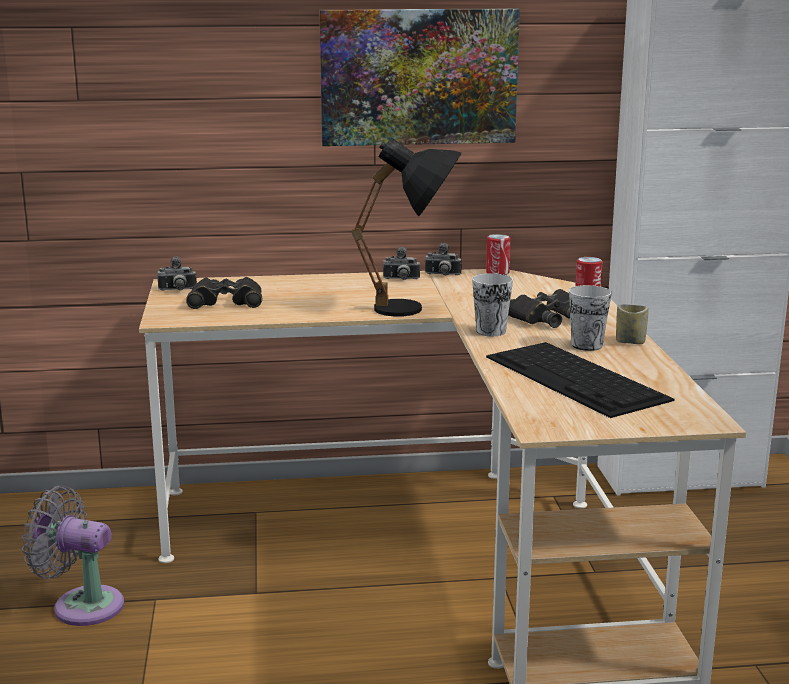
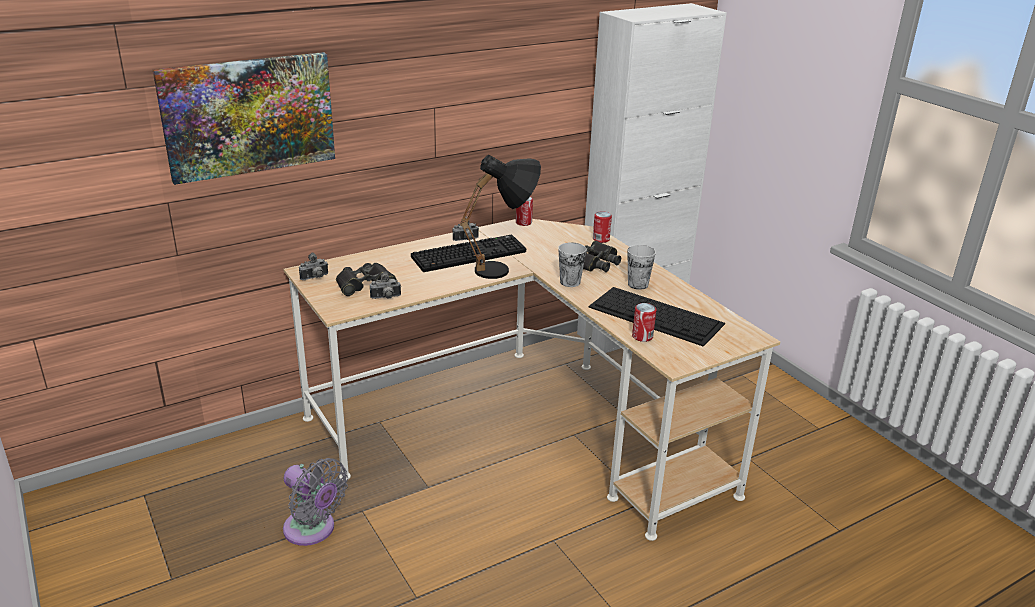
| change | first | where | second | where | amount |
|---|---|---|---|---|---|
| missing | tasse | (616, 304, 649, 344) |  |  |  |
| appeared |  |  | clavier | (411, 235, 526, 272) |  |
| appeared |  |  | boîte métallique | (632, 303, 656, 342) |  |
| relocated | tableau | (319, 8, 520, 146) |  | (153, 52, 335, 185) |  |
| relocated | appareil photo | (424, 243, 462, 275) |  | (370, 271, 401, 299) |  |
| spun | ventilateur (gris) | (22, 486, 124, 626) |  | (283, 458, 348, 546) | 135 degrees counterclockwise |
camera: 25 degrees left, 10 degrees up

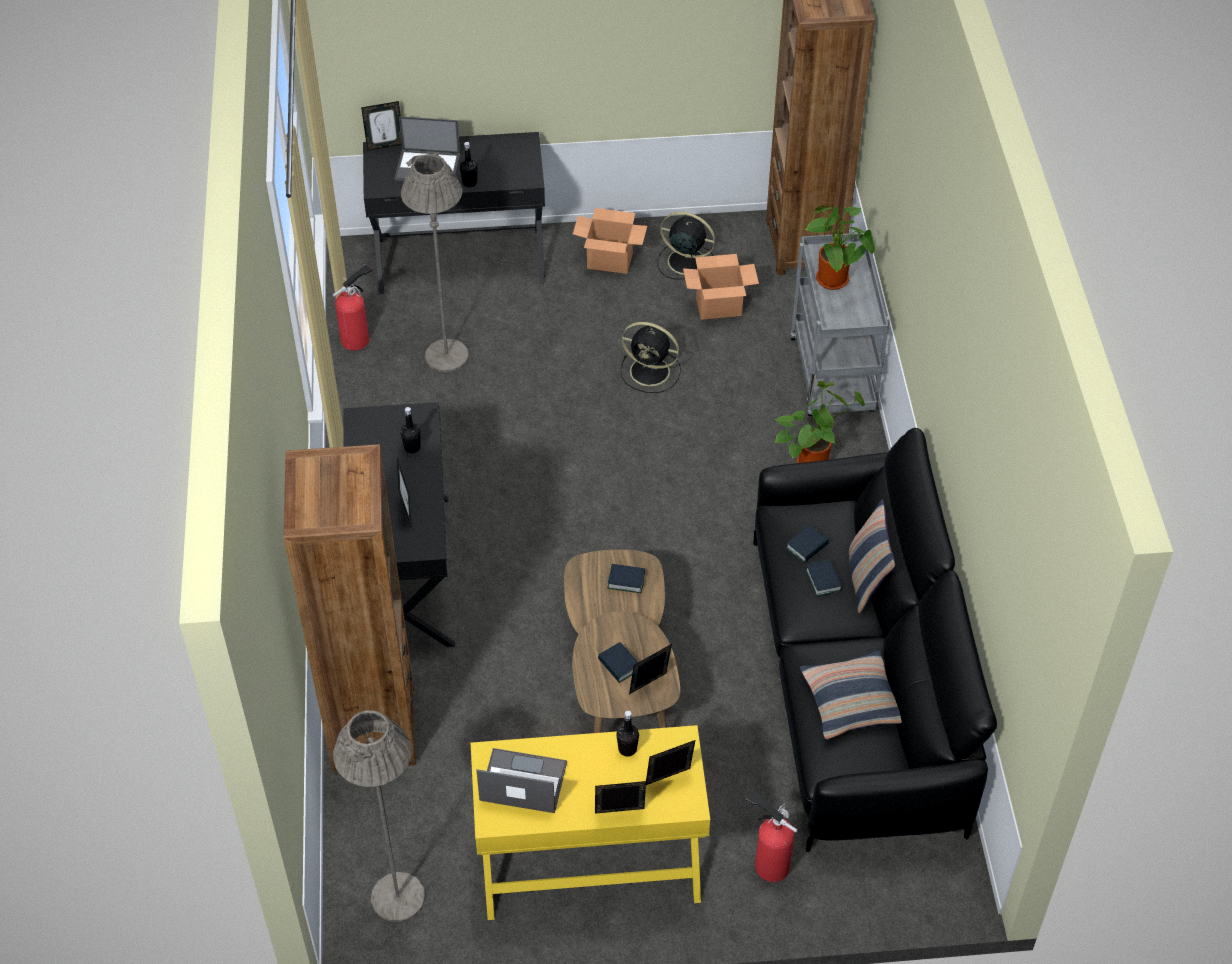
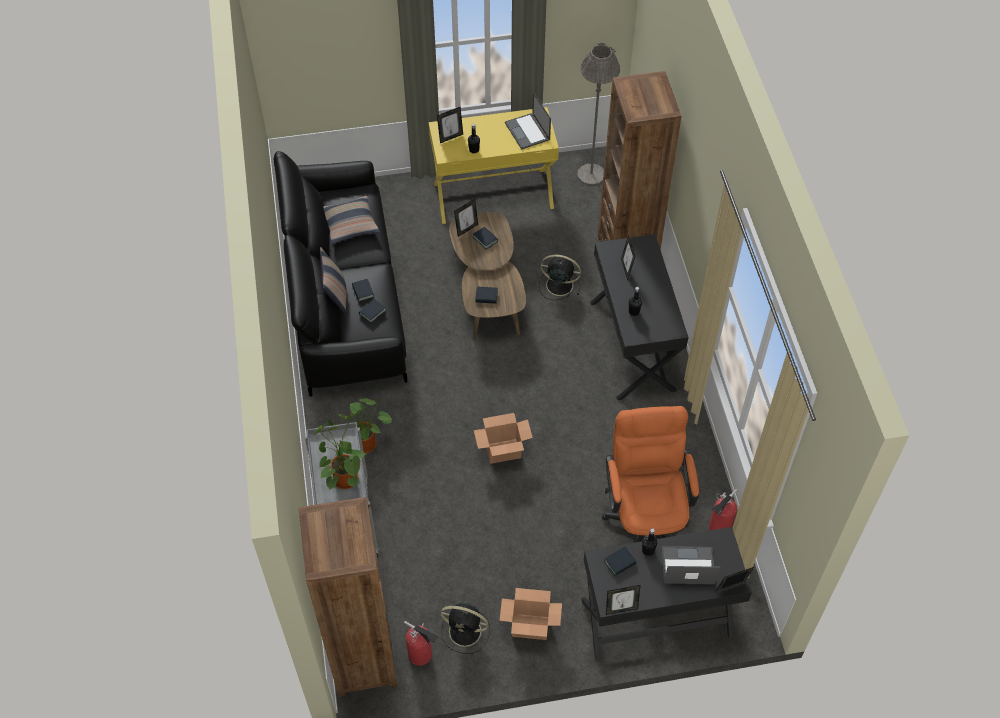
| change | first | where | second | where | amount |
|---|---|---|---|---|---|
| appeared |  |  | livre | (604, 546, 637, 576) |  |
| relocated | cadre photo | (595, 781, 646, 814) |  | (606, 585, 640, 615) |  |
| relocated | ventilateur (noir) | (621, 322, 681, 393) |  | (539, 255, 581, 300) |  |
| relocated | carton | (683, 254, 759, 320) |  | (474, 413, 533, 464) |  |
| relocated | extincteur | (745, 790, 798, 882) |  | (404, 621, 439, 666) |  |
| exchanged | lampadaire (gris) | (401, 152, 468, 372) | chaise de bureau (orange) | (602, 406, 699, 543) |  |
| spun | ordinateur portable | (476, 748, 567, 813) |  | (505, 92, 551, 150) | 60 degrees clockwise |
camera: 175 degrees right, 5 degrees up

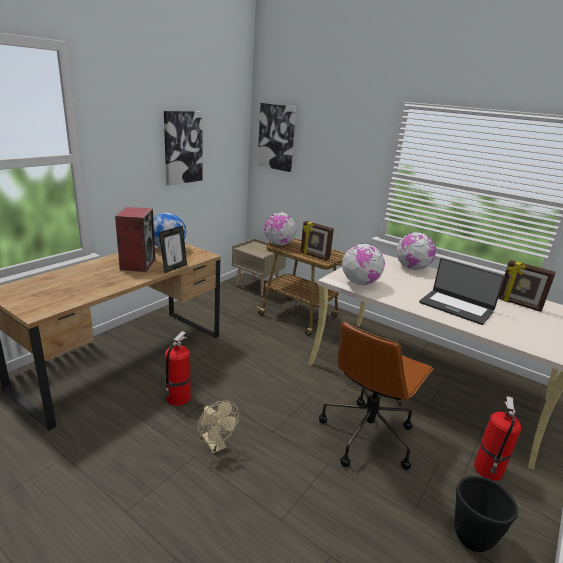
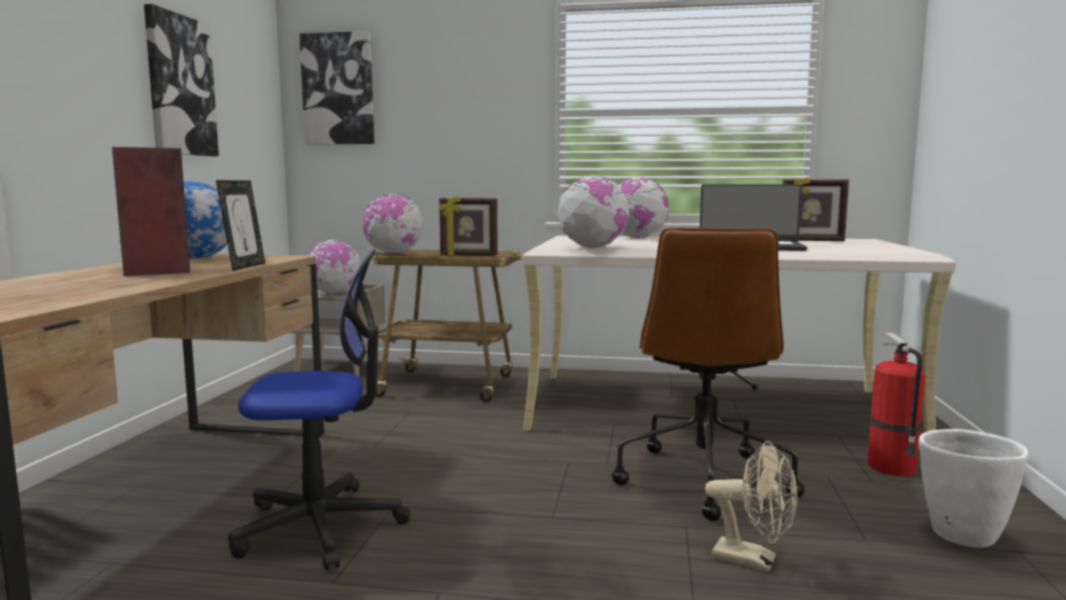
| change | first | where | second | where | amount |
|---|---|---|---|---|---|
| appeared |  |  | globe | (308, 240, 361, 294) |  |
| relocated | ventilateur (beige) | (197, 401, 239, 453) |  | (705, 441, 798, 572) |  |
| exchanged | extincteur | (165, 331, 191, 406) | chaise de bureau | (228, 249, 410, 570) |  |
| colour | cache-pot (noir) | (455, 476, 518, 552) | cache-pot (blanc) | (919, 429, 1028, 548) |  |
camera: 25 degrees left, 15 degrees down

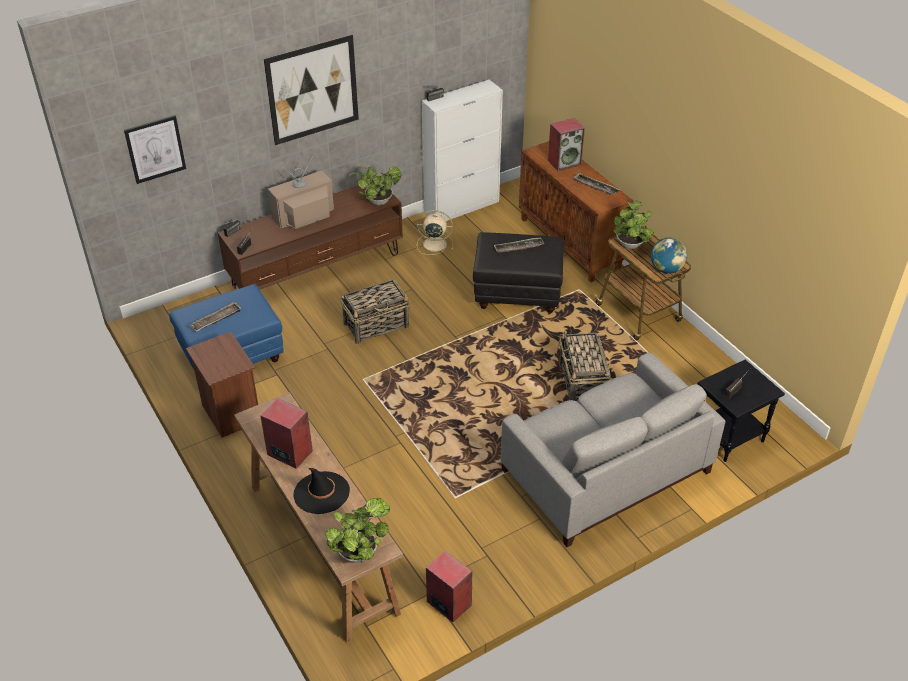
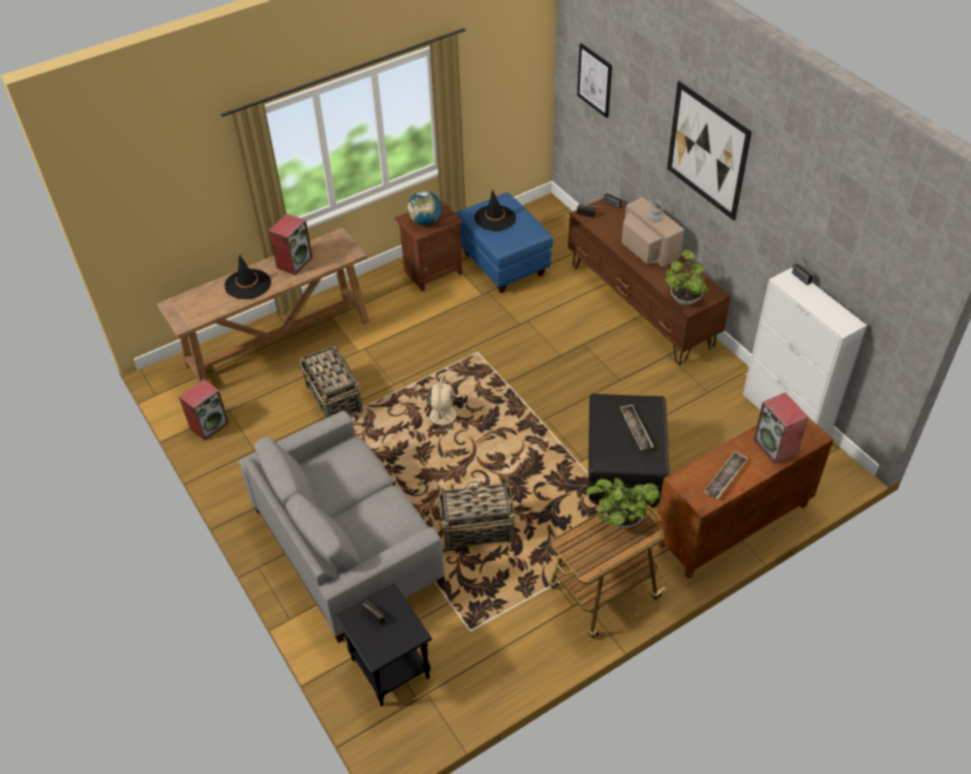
| change | first | where | second | where | amount |
|---|---|---|---|---|---|
| missing | plante en pot | (325, 498, 390, 562) |  |  |  |
| relocated | panier | (340, 279, 410, 344) |  | (299, 346, 363, 418) |  |
| relocated | ventilateur (beige) | (417, 210, 453, 255) |  | (423, 376, 460, 432) |  |
| relocated | globe | (651, 238, 687, 274) |  | (407, 191, 442, 225) |  |
| exchanged | plateau | (190, 302, 241, 332) | chapeau (noir) | (474, 190, 516, 231) |  |
camera: 90 degrees right, 5 degrees up

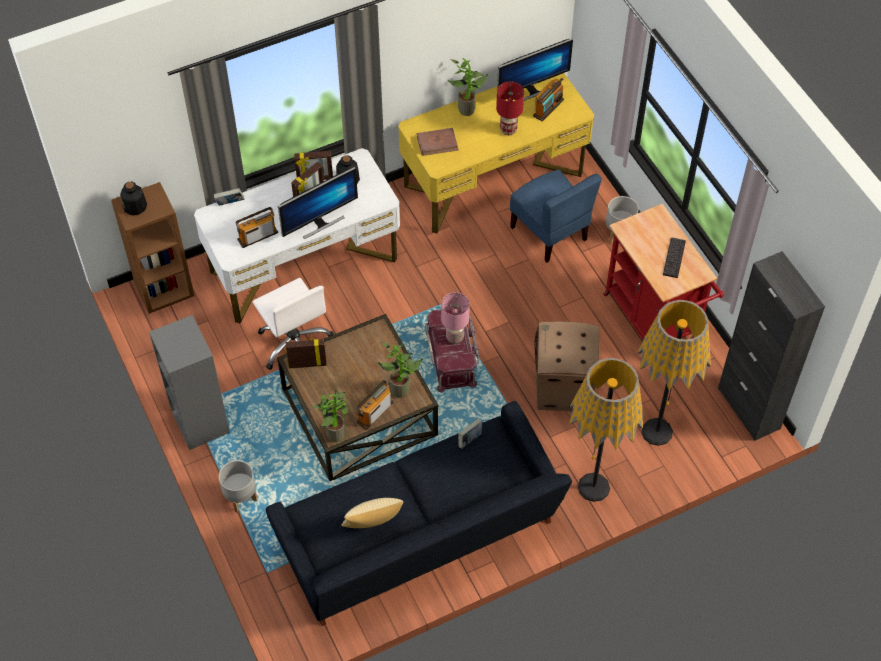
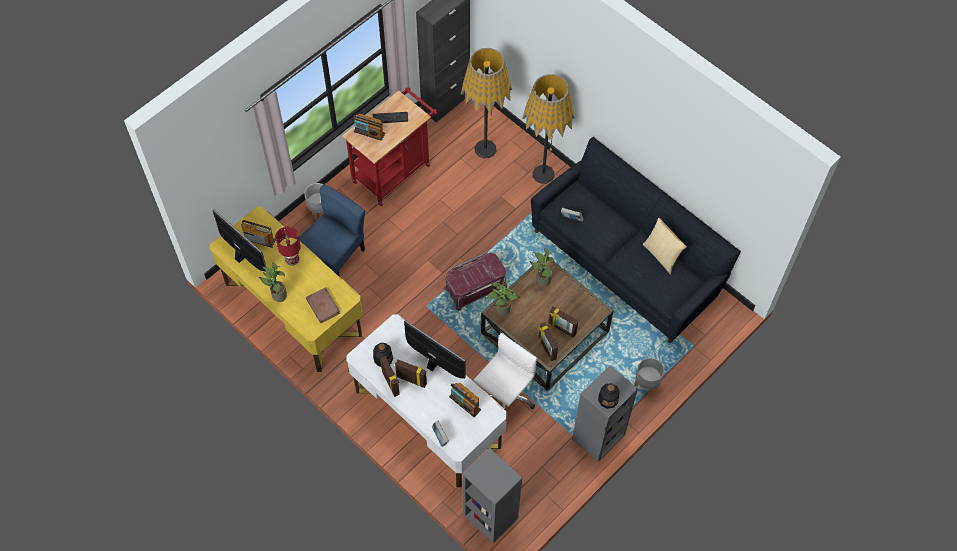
| change | first | where | second | where | amount |
|---|---|---|---|---|---|
| missing | lampe de table (rose) | (441, 292, 470, 344) |  |  |  |
| missing | carton | (534, 322, 599, 411) |  |  |  |
| appeared |  |  | cadre photo | (549, 306, 578, 338) |  |
| relocated | bouteille | (120, 182, 147, 215) |  | (598, 383, 620, 409) |  |
| relocated | plante en pot | (312, 389, 349, 442) |  | (486, 281, 520, 316) |  |
| relocated | radio | (357, 380, 393, 430) |  | (353, 114, 385, 141) |  |
| colour | bibliothèque (marron) | (111, 182, 194, 314) | bibliothèque (gris) | (462, 448, 522, 543) |  |
camera: 110 degrees left, 5 degrees up

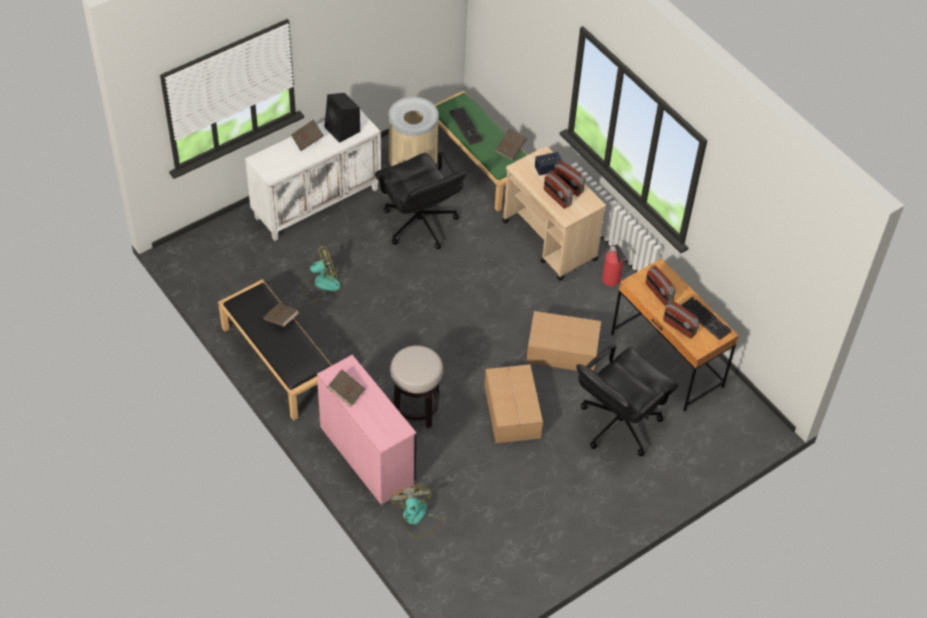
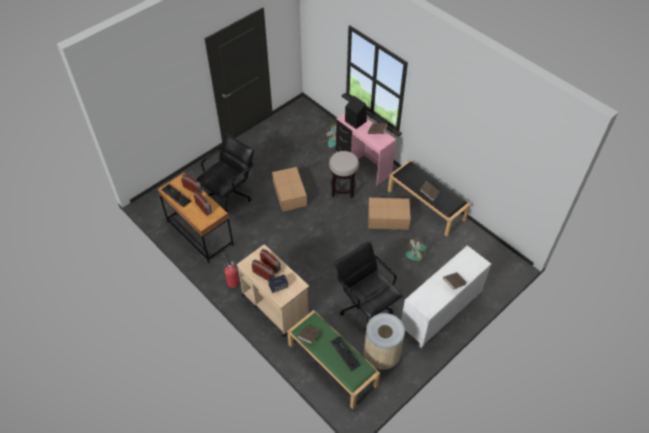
| change | first | where | second | where | amount |
|---|---|---|---|---|---|
| relocated | enceinte (noir) | (325, 93, 360, 143) |  | (345, 96, 367, 129) |  |
| relocated | carton | (526, 311, 601, 371) |  | (368, 198, 411, 230) |  |
camera: 175 degrees right, 0 degrees up

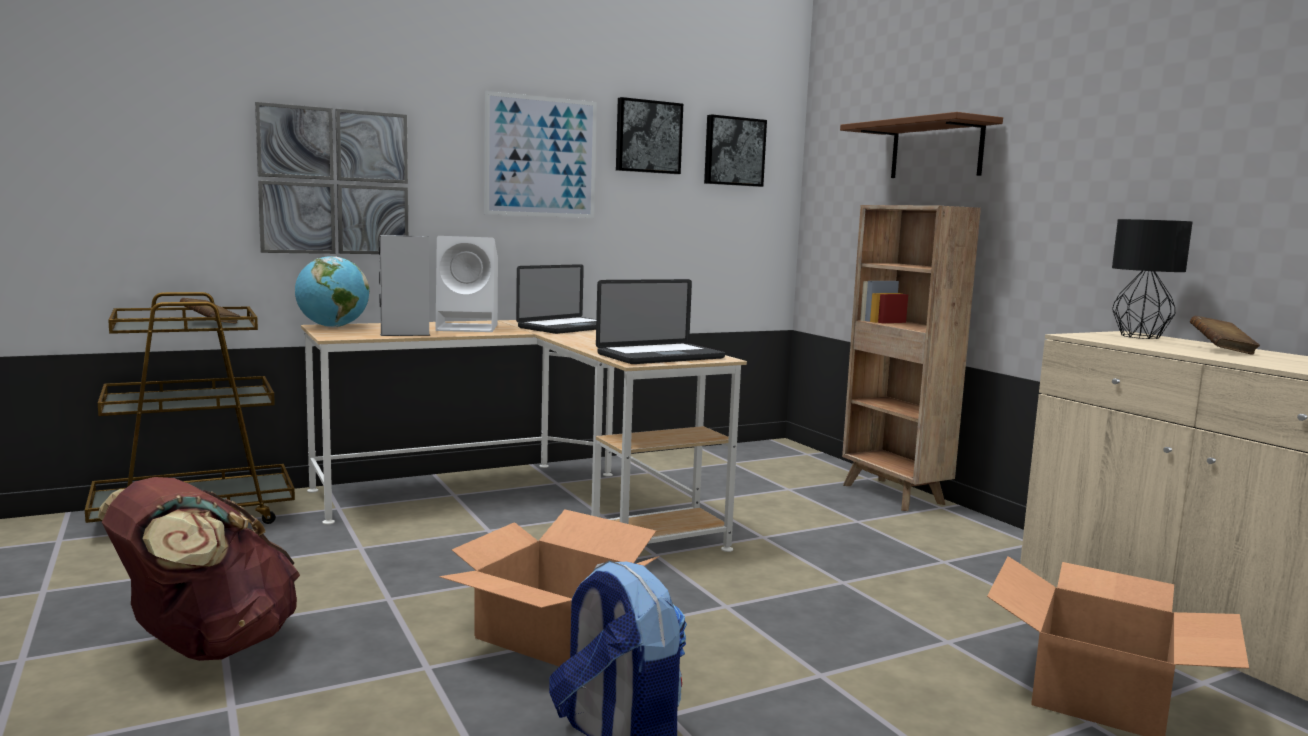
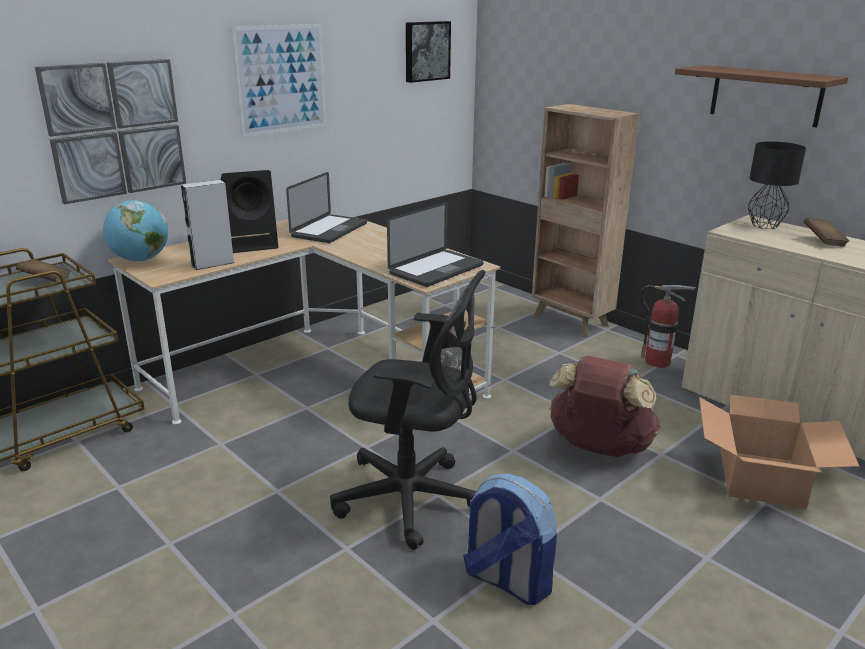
| change | first | where | second | where | amount |
|---|---|---|---|---|---|
| missing | tableau | (616, 97, 683, 174) |  |  |  |
| appeared |  |  | extincteur | (641, 285, 696, 368) |  |
| relocated | sac à dos (marron) | (98, 477, 300, 661) |  | (549, 356, 660, 457) |  |
| relocated | étagère (marron) | (840, 112, 1003, 178) |  | (675, 65, 848, 128) |  |
| exchanged | carton | (439, 509, 659, 667) | chaise de bureau (noir) | (330, 270, 486, 550) |  |
| colour | enceinte (blanc) | (436, 236, 498, 332) | enceinte (noir) | (221, 170, 278, 253) |  |
camera: 15 degrees left, 15 degrees up

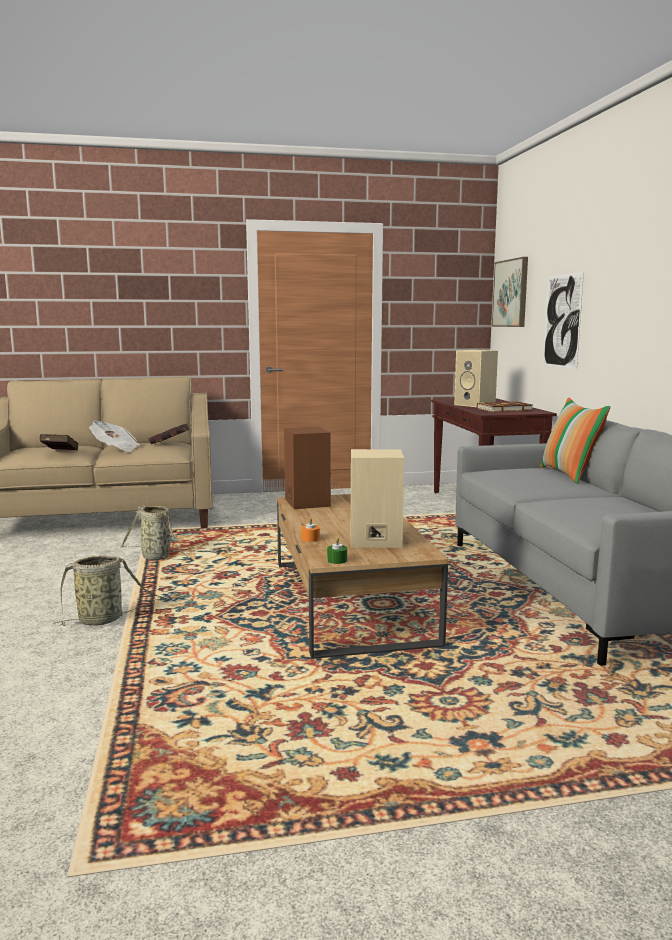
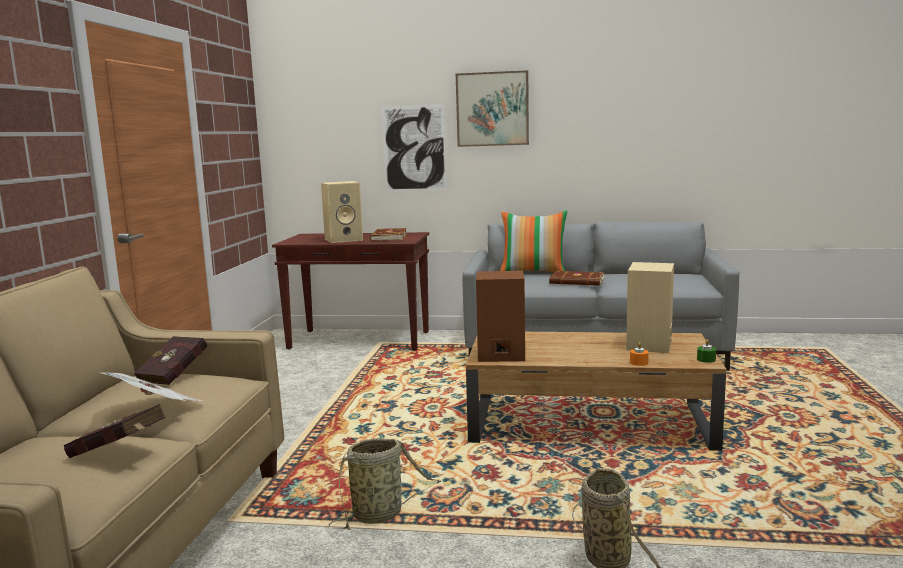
| change | first | where | second | where | amount |
|---|---|---|---|---|---|
| appeared |  |  | livre (marron) | (549, 271, 604, 286) |  |
| relocated | tableau | (492, 257, 528, 327) |  | (456, 70, 529, 147) |  |
camera: 70 degrees left, 0 degrees up

